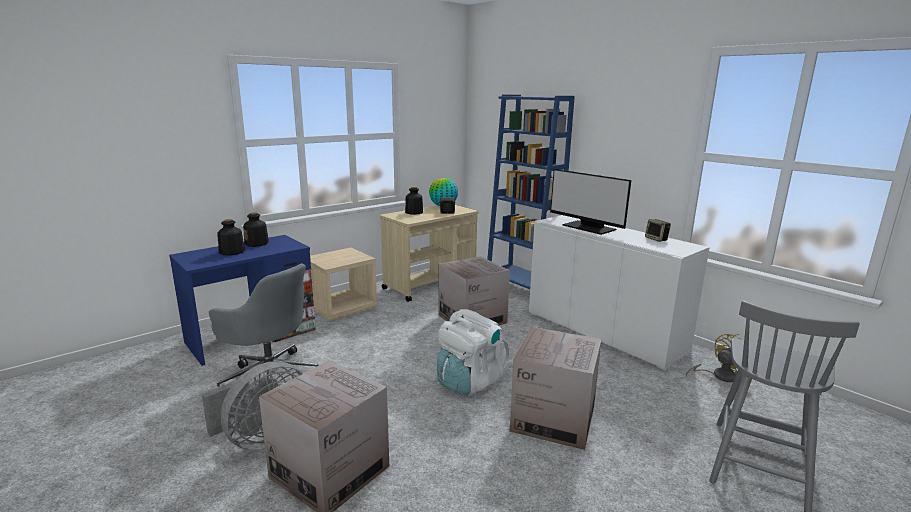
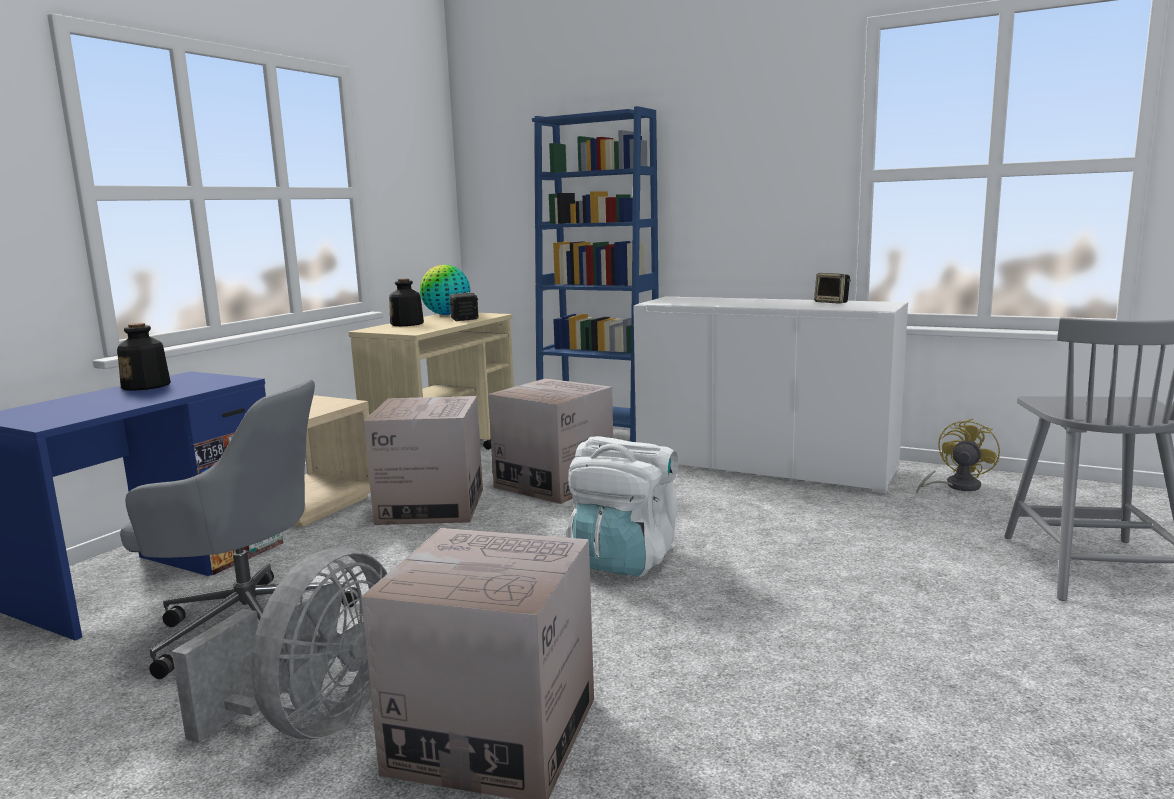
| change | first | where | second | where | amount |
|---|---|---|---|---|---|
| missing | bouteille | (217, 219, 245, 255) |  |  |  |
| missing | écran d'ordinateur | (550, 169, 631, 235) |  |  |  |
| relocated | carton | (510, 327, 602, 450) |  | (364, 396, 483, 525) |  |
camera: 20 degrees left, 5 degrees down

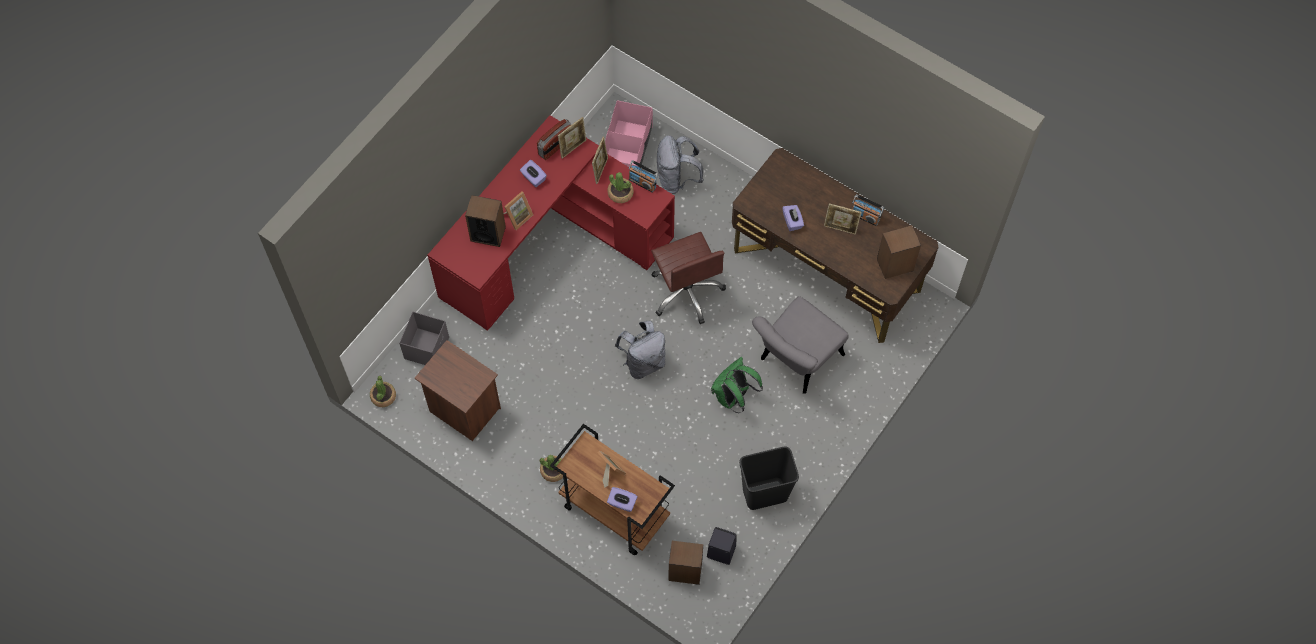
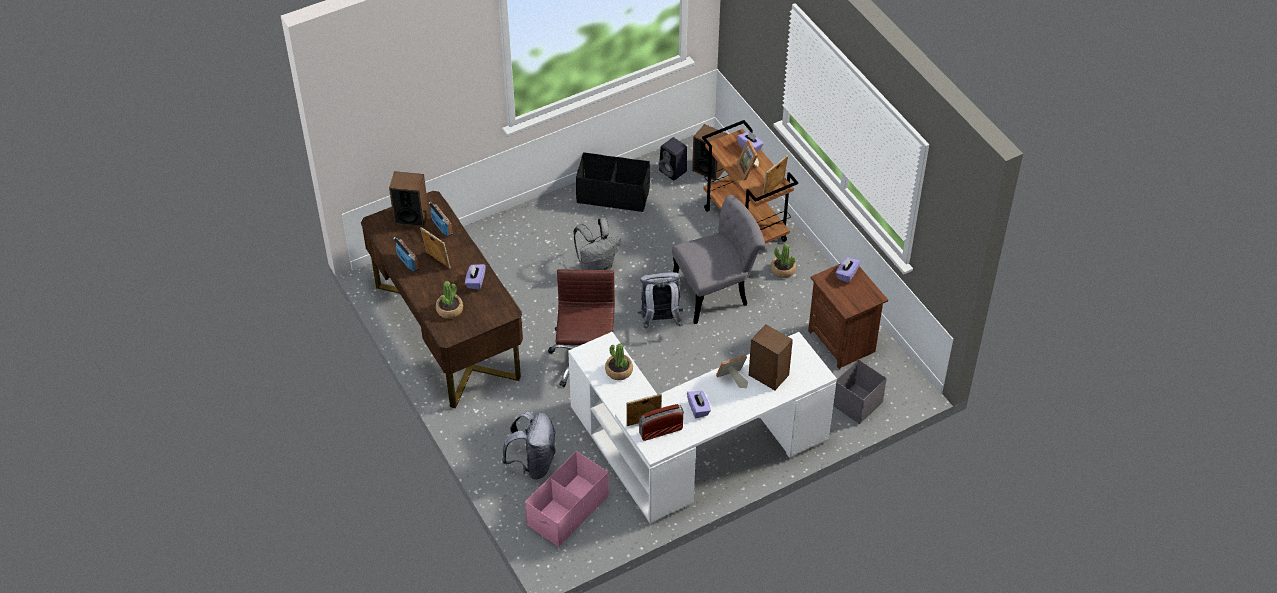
| change | first | where | second | where | amount |
|---|---|---|---|---|---|
| appeared |  |  | boîte à mouchoirs (violet) | (836, 257, 861, 283) |  |
| relocated | plante en pot | (370, 376, 396, 407) |  | (436, 281, 463, 319) |  |
| relocated | cadre photo | (592, 136, 608, 184) |  | (762, 155, 788, 195) |  |
| relocated | radio | (629, 160, 658, 193) |  | (429, 202, 453, 237) |  |
| relocated | chaise (gris) | (752, 296, 848, 394) |  | (672, 195, 765, 324) |  |
| exchanged | poubelle (noir) | (739, 447, 799, 510) | boîte de rangement (noir) | (576, 152, 650, 212) |  |
| colour | bureau (rouge) | (427, 115, 675, 331) | bureau (blanc) | (568, 332, 837, 524) |  |
| colour | sac à dos (vert) | (711, 357, 763, 413) | sac à dos (gris) | (573, 217, 621, 270) |  |
camera: 155 degrees left, 15 degrees down

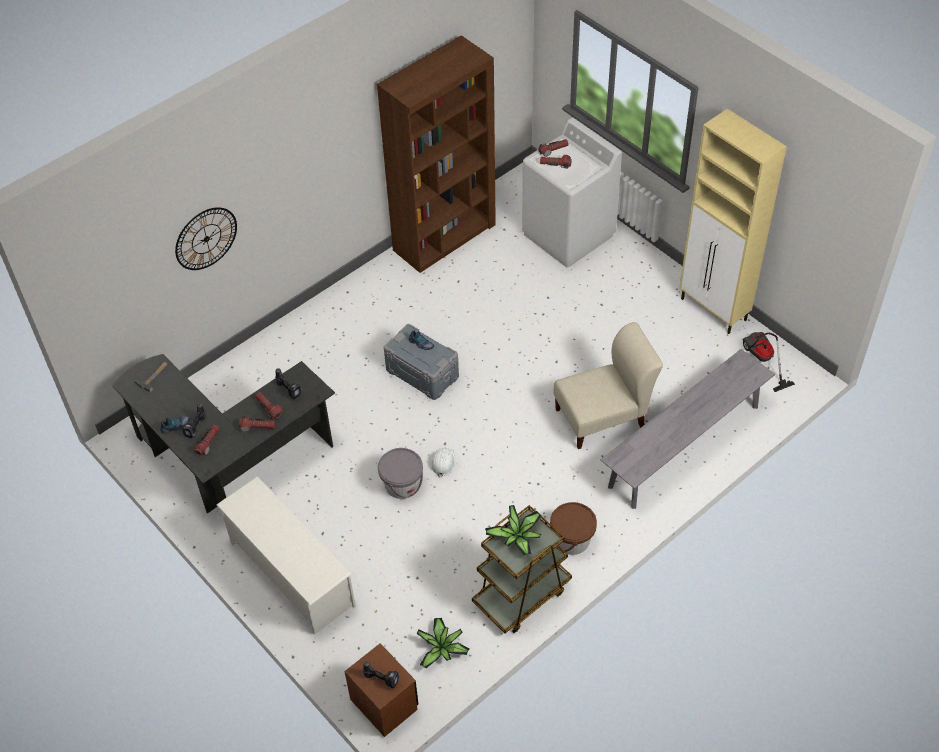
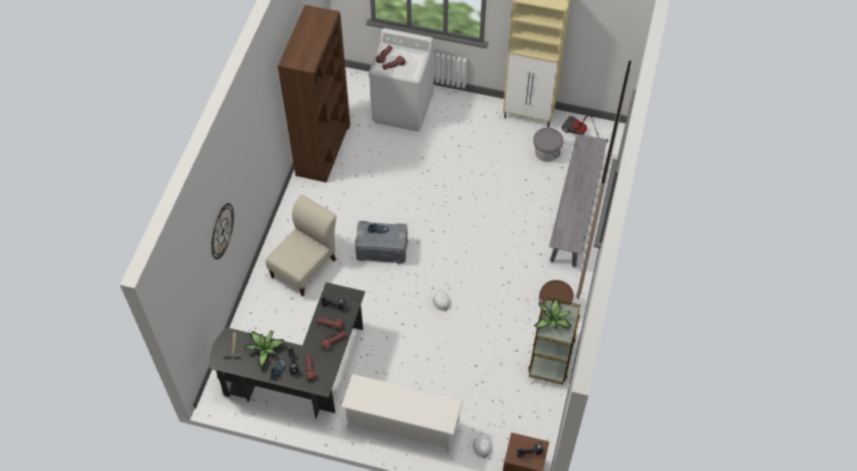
| change | first | where | second | where | amount |
|---|---|---|---|---|---|
| appeared |  |  | casque de chantier (blanc) | (472, 433, 492, 459) |  |
| relocated | seau (gris) | (378, 448, 423, 499) |  | (533, 128, 563, 162) |  |
| relocated | plante en pot | (417, 618, 470, 668) |  | (244, 331, 284, 366) |  |
| relocated | chaise (beige) | (554, 322, 663, 449) |  | (265, 195, 336, 296) |  |
camera: 35 degrees left, 5 degrees up

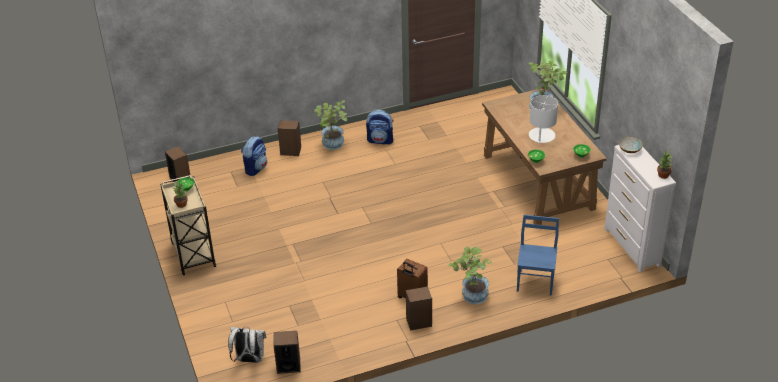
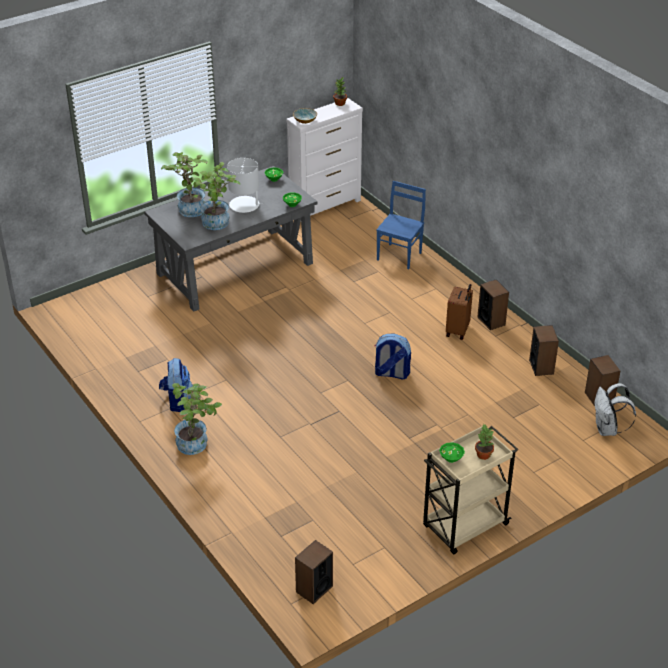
| change | first | where | second | where | amount |
|---|---|---|---|---|---|
| relocated | sac à dos | (241, 136, 267, 176) |  | (375, 334, 411, 380) |  |
| relocated | enceinte | (278, 120, 301, 156) |  | (529, 325, 559, 376) |  |
| relocated | plante en pot | (449, 247, 492, 304) |  | (192, 162, 240, 230) |  |
| colour | bureau (marron) | (482, 89, 607, 225) | bureau (gris) | (144, 166, 317, 312) |  |
| spun | chaise (bleu) | (517, 215, 559, 296) |  | (376, 181, 426, 269) | 120 degrees clockwise |
camera: 105 degrees left, 0 degrees up

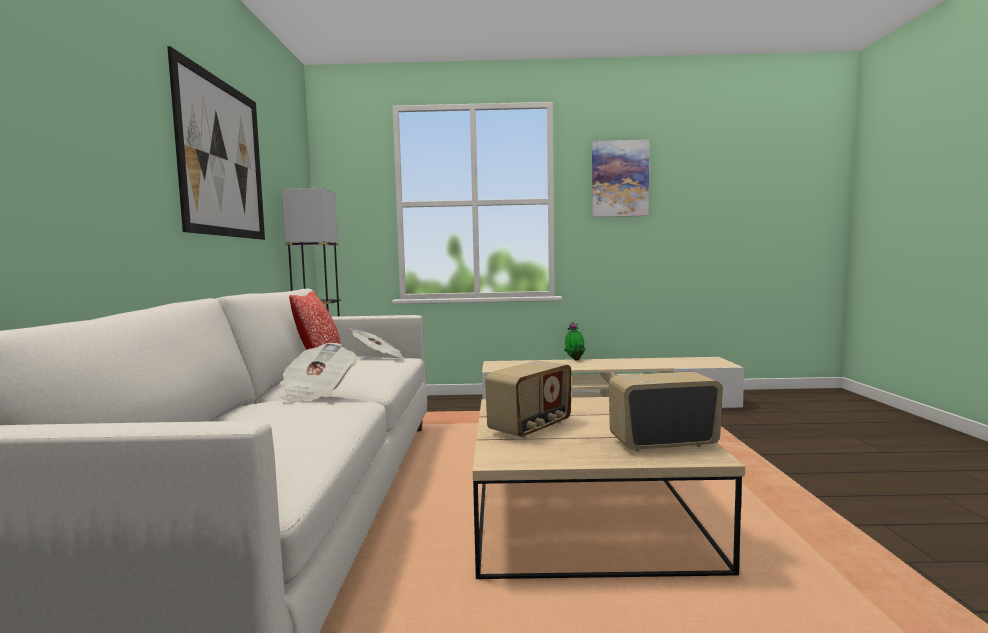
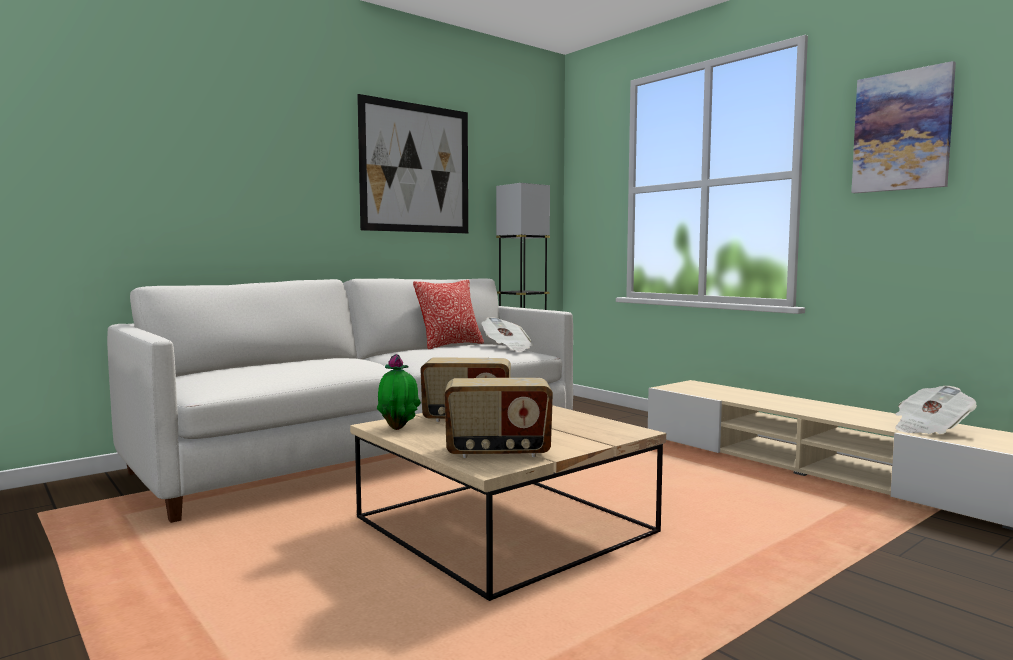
| change | first | where | second | where | amount |
|---|---|---|---|---|---|
| relocated | journal | (279, 343, 357, 403) |  | (895, 386, 977, 434) |  |
| relocated | plante en pot | (564, 322, 586, 361) |  | (377, 354, 421, 430) |  |
| spun | radio | (609, 372, 723, 451) |  | (444, 378, 553, 458) | 135 degrees clockwise |
camera: 50 degrees right, 0 degrees up

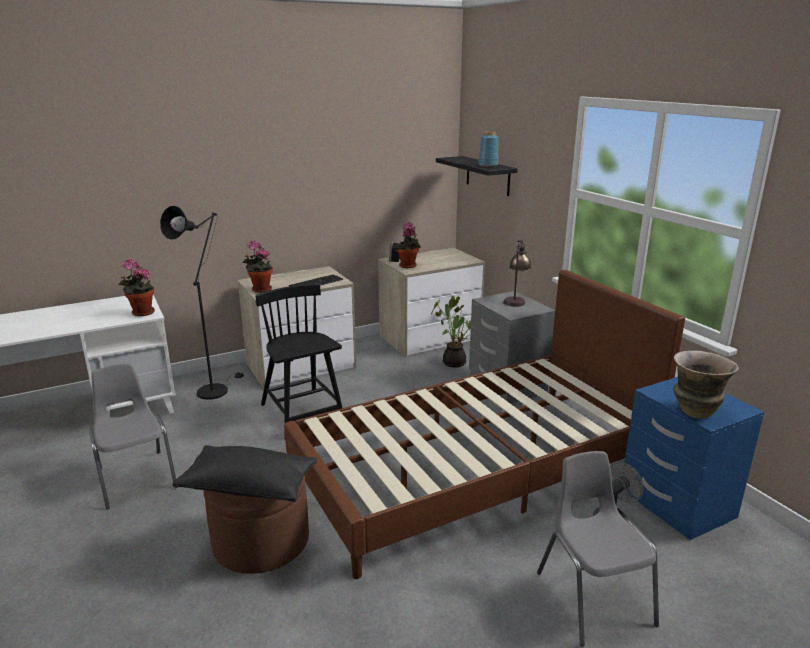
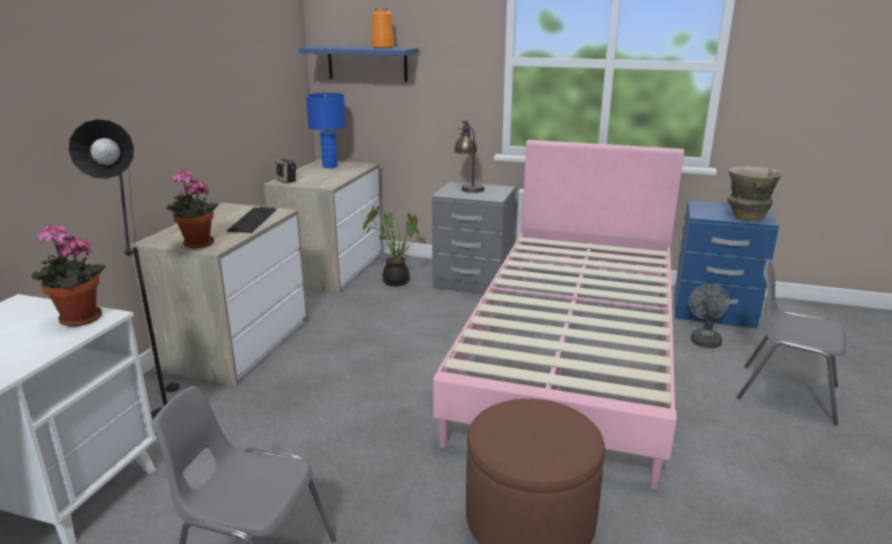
| change | first | where | second | where | amount |
|---|---|---|---|---|---|
| missing | coussin (noir) | (172, 445, 317, 502) |  |  |  |
| missing | chaise (noir) | (256, 284, 342, 433) |  |  |  |
| missing | plante en pot | (396, 222, 421, 268) |  |  |  |
| appeared |  |  | lampe de table (bleu) | (306, 93, 346, 168) |  |
| colour | lit (marron) | (284, 270, 685, 579) | lit (rose) | (433, 140, 684, 490) |  |
| colour | étagère (noir) | (436, 156, 518, 196) | étagère (bleu) | (299, 46, 418, 82) |  |
| colour | vase (bleu) | (478, 131, 498, 167) | vase (orange) | (371, 7, 394, 49) |  |
camera: 45 degrees left, 0 degrees up

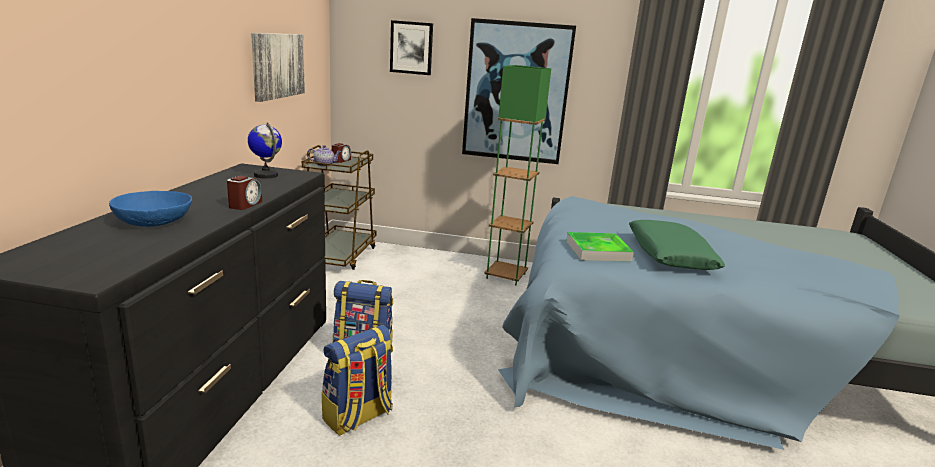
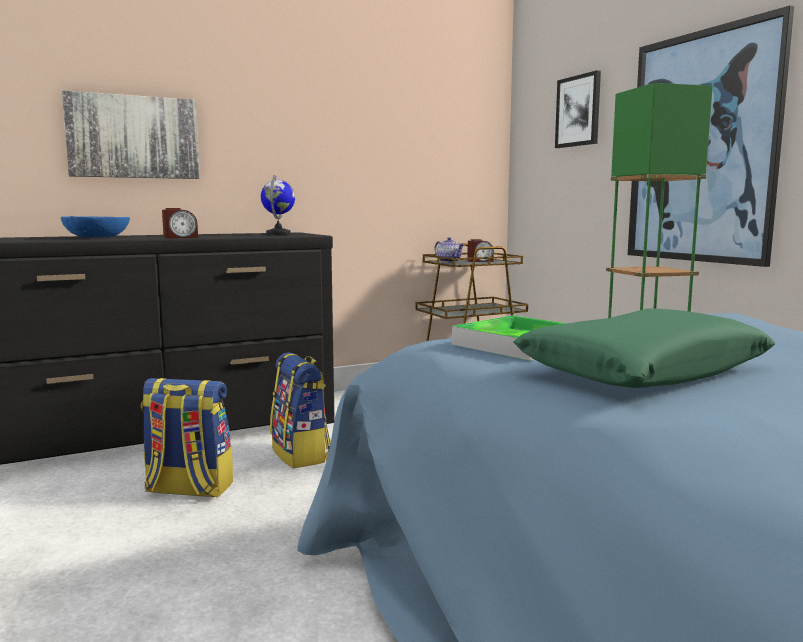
| change | first | where | second | where | amount |
|---|---|---|---|---|---|
| relocated | tableau | (251, 33, 305, 102) |  | (62, 90, 200, 179) |  |
camera: 55 degrees right, 10 degrees down

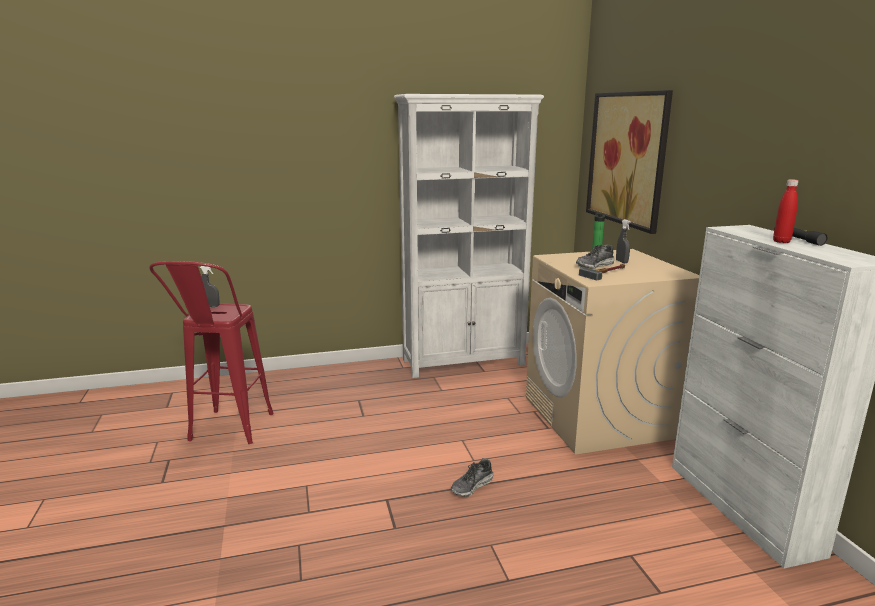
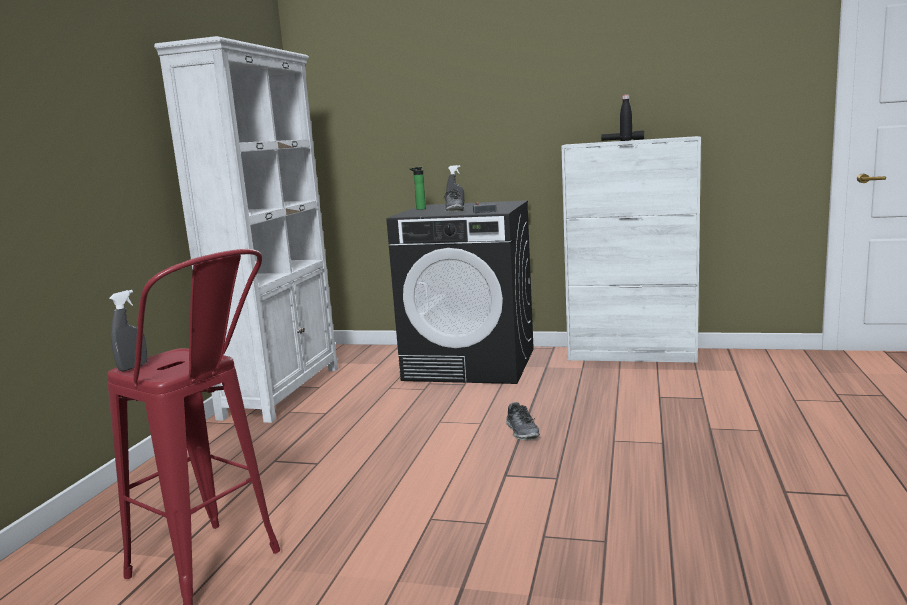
| change | first | where | second | where | amount |
|---|---|---|---|---|---|
| missing | tableau | (586, 90, 673, 234) |  |  |  |
| colour | lave-linge (beige) | (526, 249, 699, 454) | lave-linge (noir) | (386, 200, 534, 384) |  |
| colour | bouteille (rouge) | (773, 179, 798, 243) | bouteille (noir) | (620, 95, 632, 141) |  |
camera: 60 degrees left, 5 degrees down

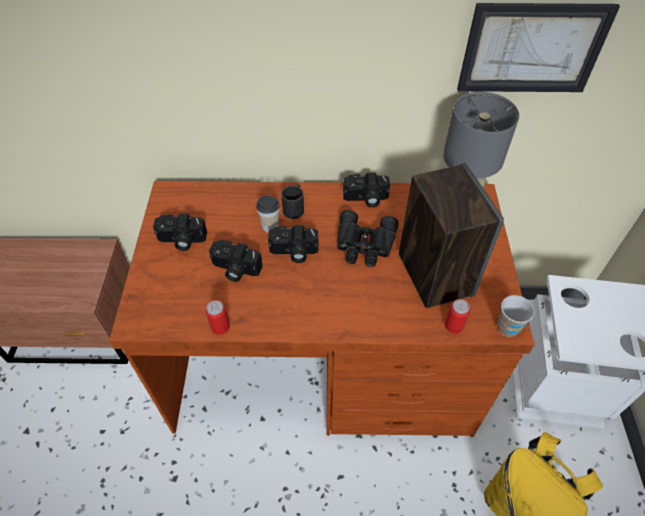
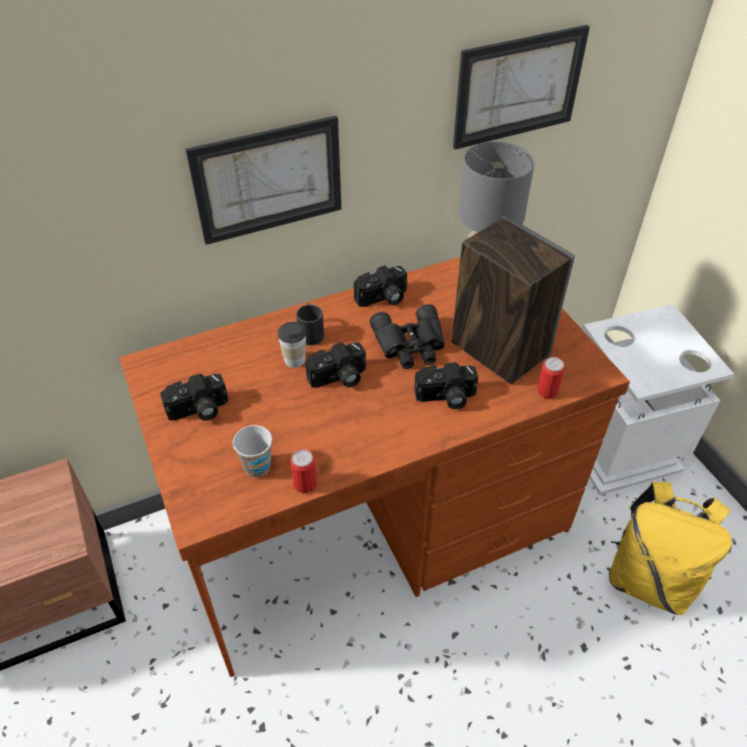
| change | first | where | second | where | amount |
|---|---|---|---|---|---|
| appeared |  |  | tableau | (185, 116, 341, 245) |  |
| relocated | appareil photo | (209, 240, 262, 282) |  | (414, 362, 478, 409) |  |
| relocated | tasse | (497, 295, 535, 337) |  | (233, 425, 272, 477) |  |
camera: 25 degrees left, 5 degrees down

